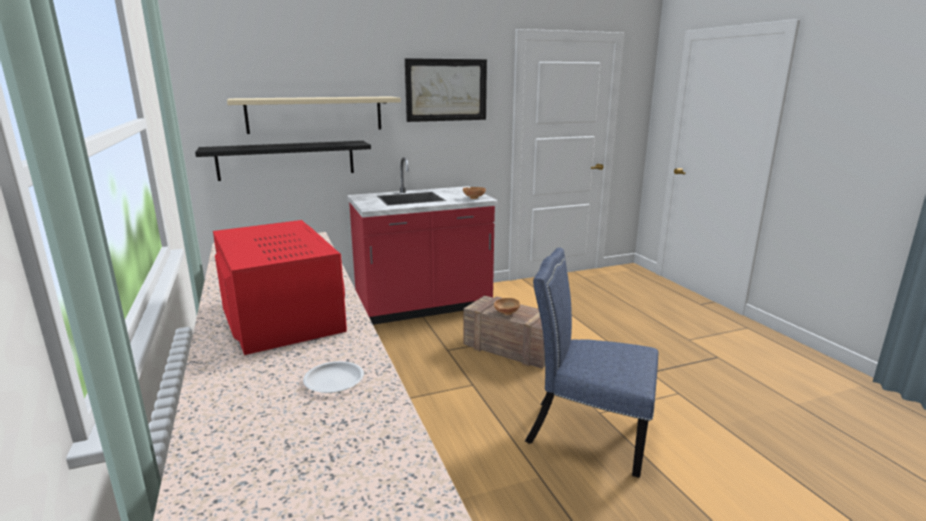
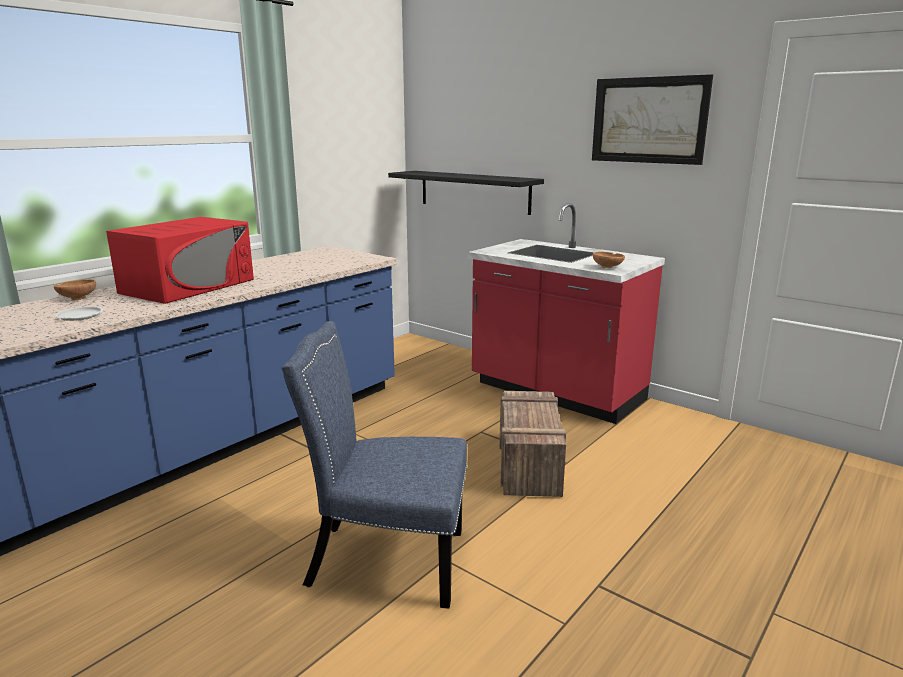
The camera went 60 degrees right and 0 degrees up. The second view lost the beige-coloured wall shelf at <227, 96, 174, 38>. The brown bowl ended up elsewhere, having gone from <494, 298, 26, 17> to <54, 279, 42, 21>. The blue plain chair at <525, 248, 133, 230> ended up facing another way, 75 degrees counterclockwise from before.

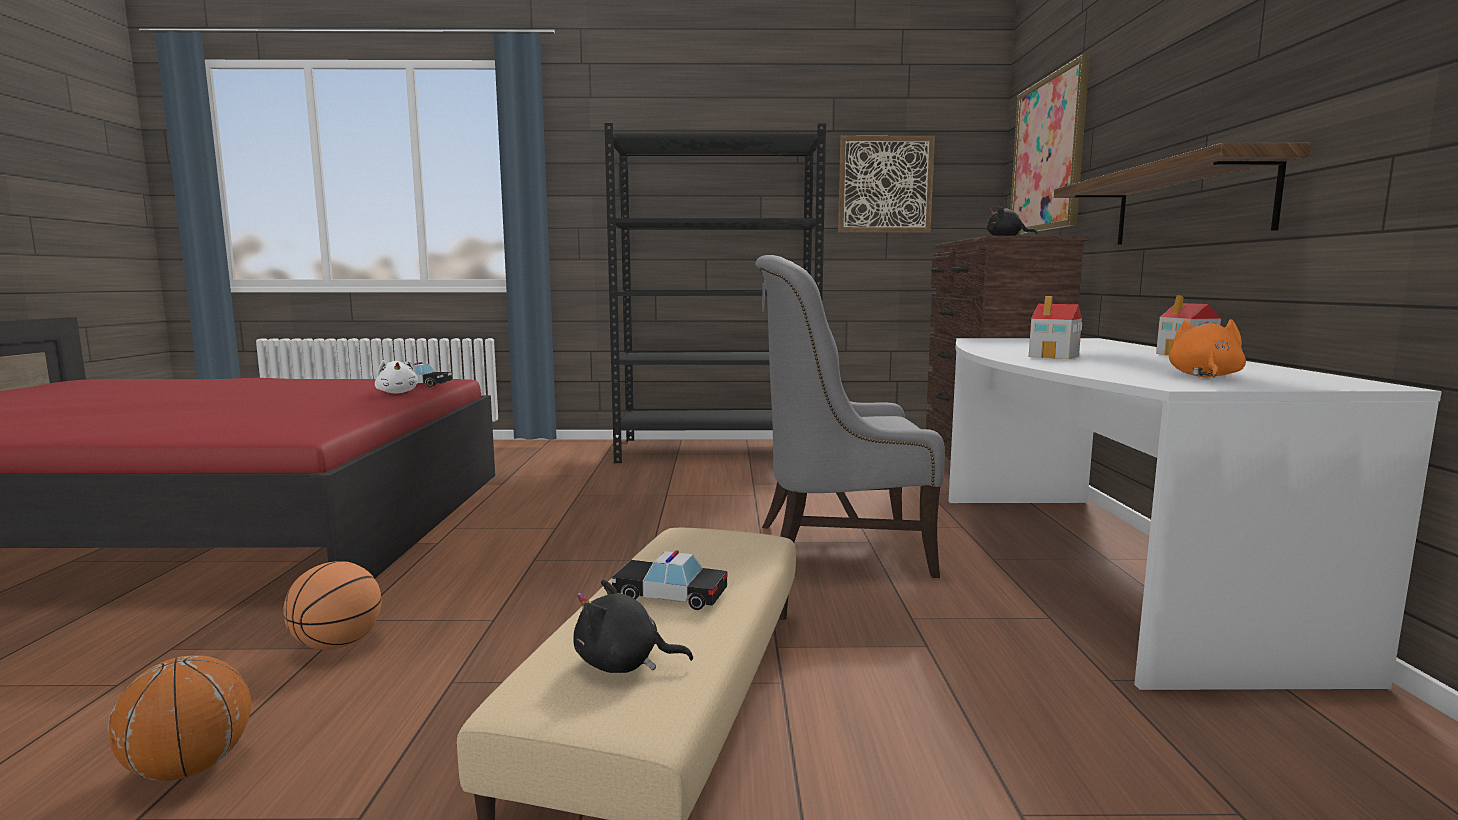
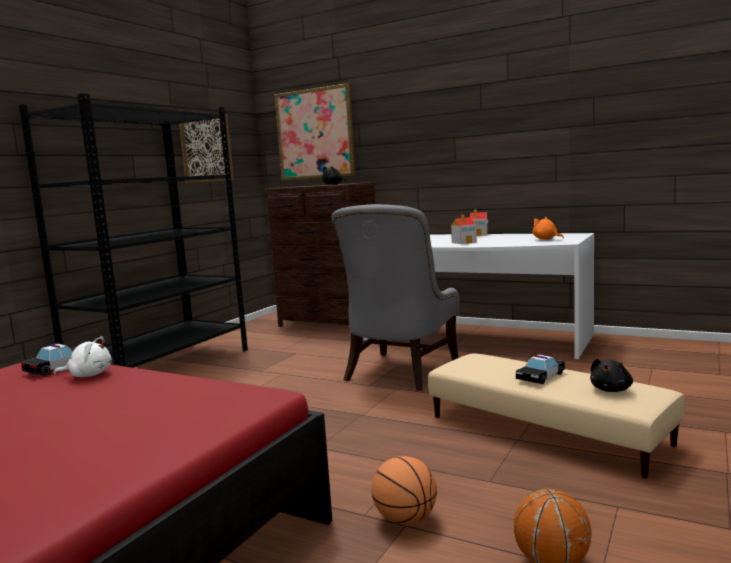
The camera went 60 degrees left and 0 degrees up. The second view lost the wall shelf at <1054, 143, 257, 102>.

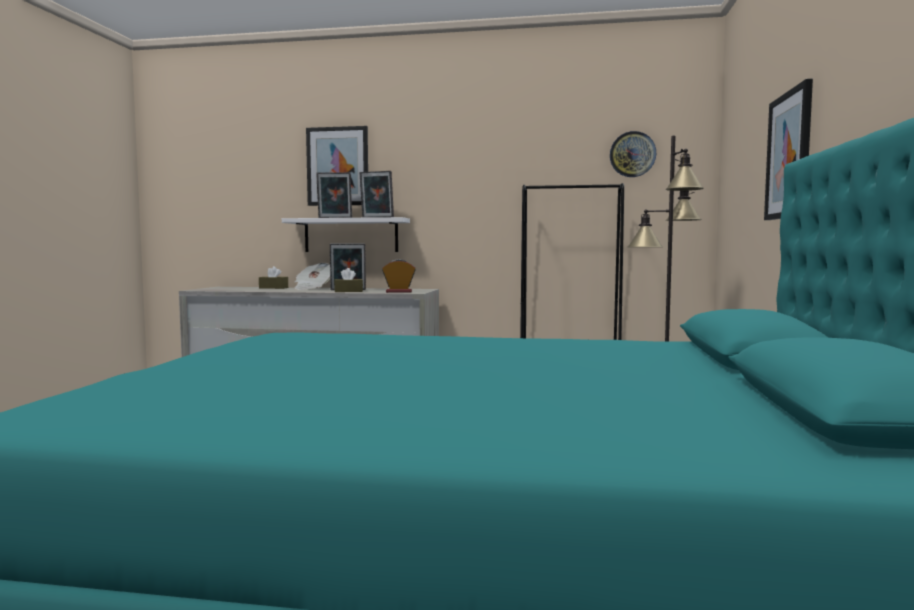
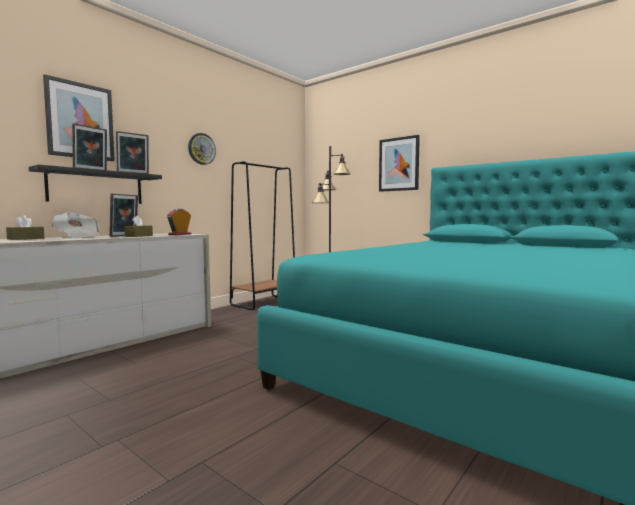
The camera went 60 degrees left and 0 degrees up. The wall clock ended up elsewhere, having gone from <610, 131, 46, 46> to <188, 133, 28, 32>. What was the whitish wall shelf at <282, 217, 128, 35> turned into the blackish wall shelf at <29, 164, 133, 40>.

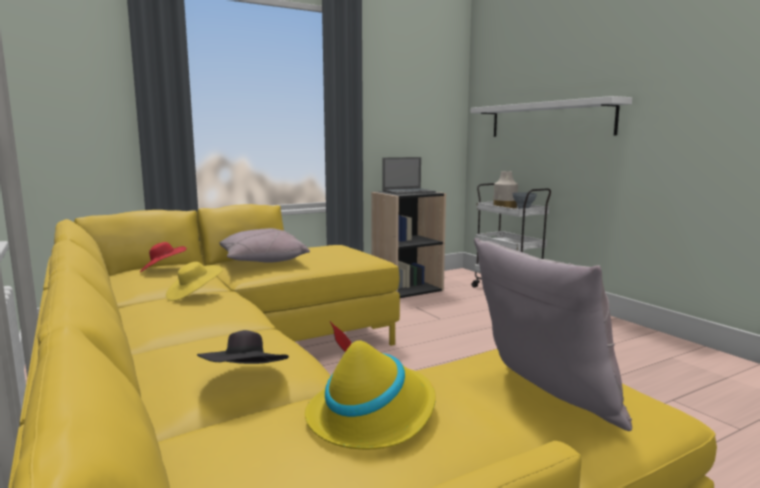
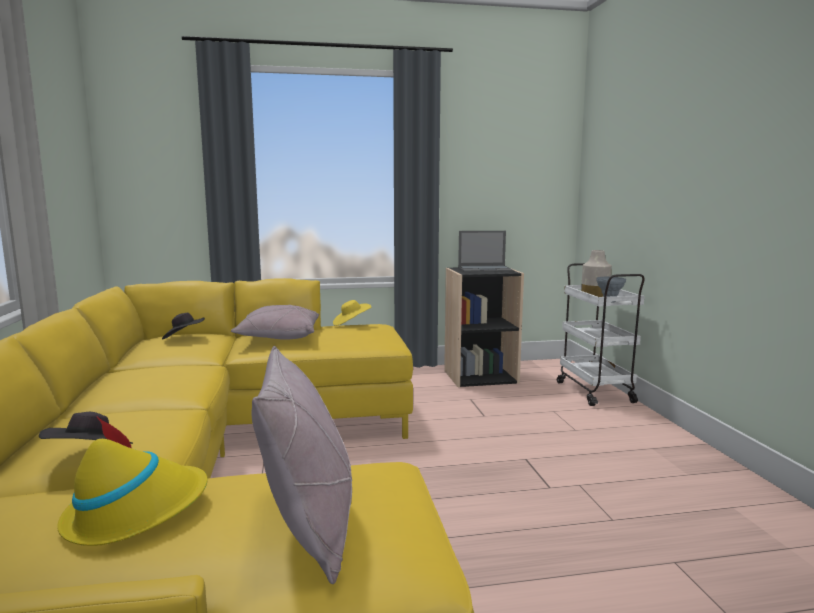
The camera went 20 degrees right and 0 degrees up. The second view lost the whitish wall shelf at <471, 96, 161, 41>. The yellow hat ended up elsewhere, having gone from <166, 262, 57, 39> to <333, 300, 38, 26>. What was the red hat at <140, 242, 47, 30> turned into the blackish hat at <162, 313, 43, 26>.

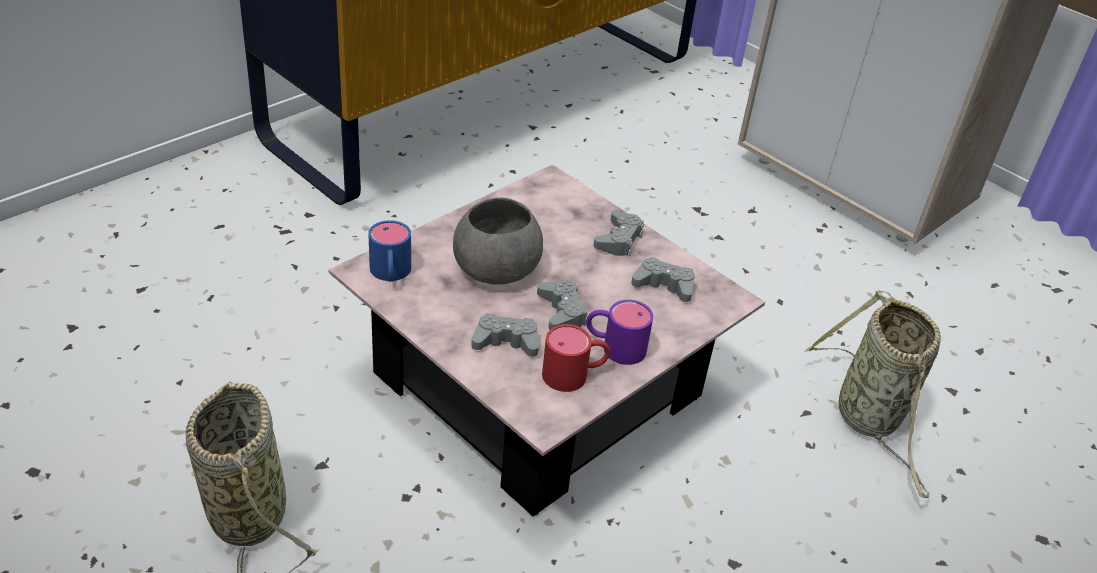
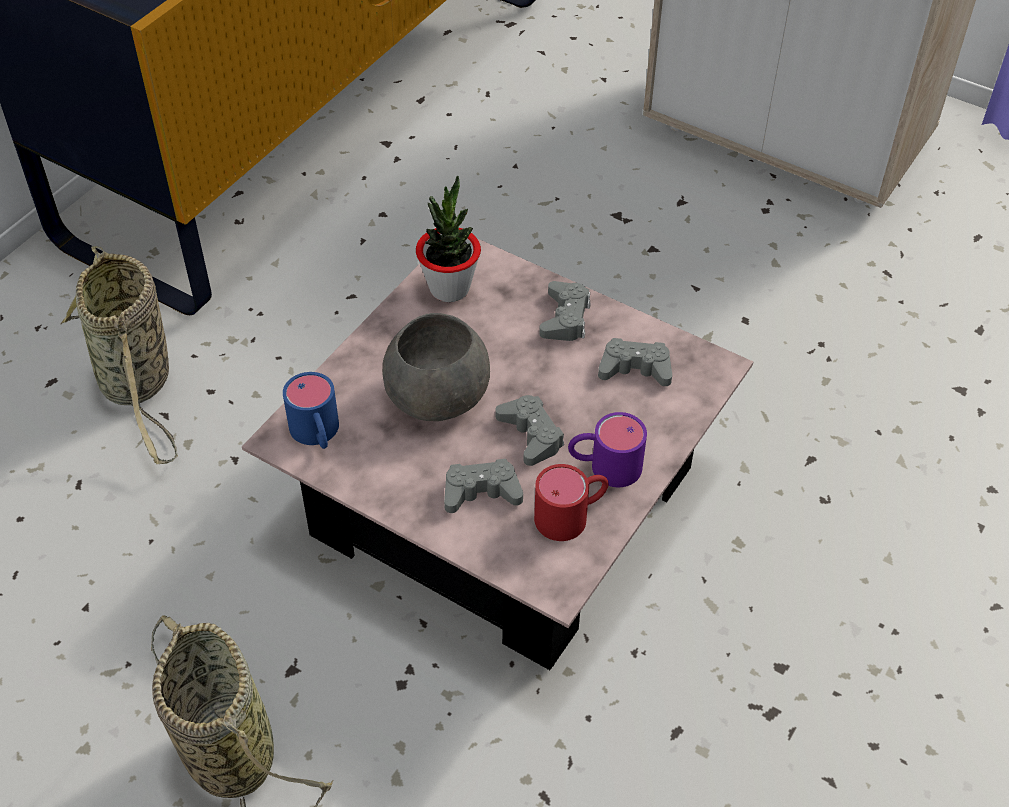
The camera went 10 degrees left and 10 degrees up. The second view gained the houseplant at <416, 176, 65, 126>. The storage basket ended up elsewhere, having gone from <804, 290, 136, 208> to <60, 246, 118, 218>.

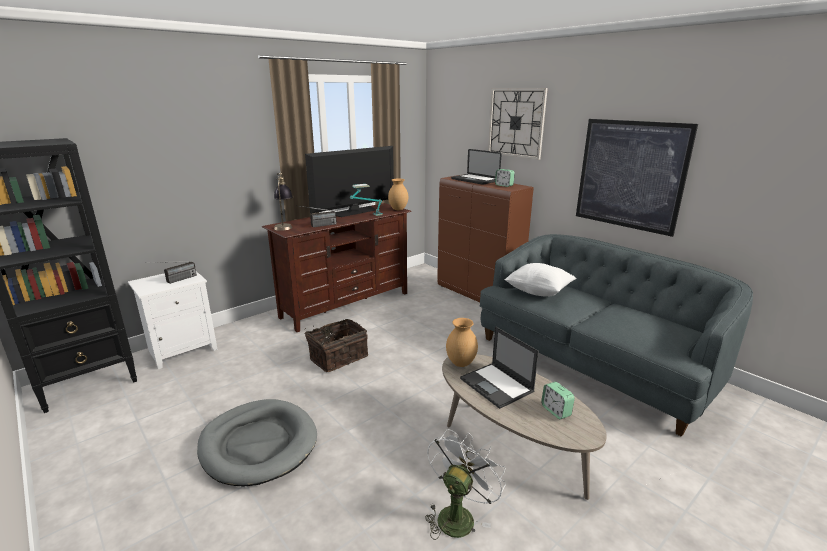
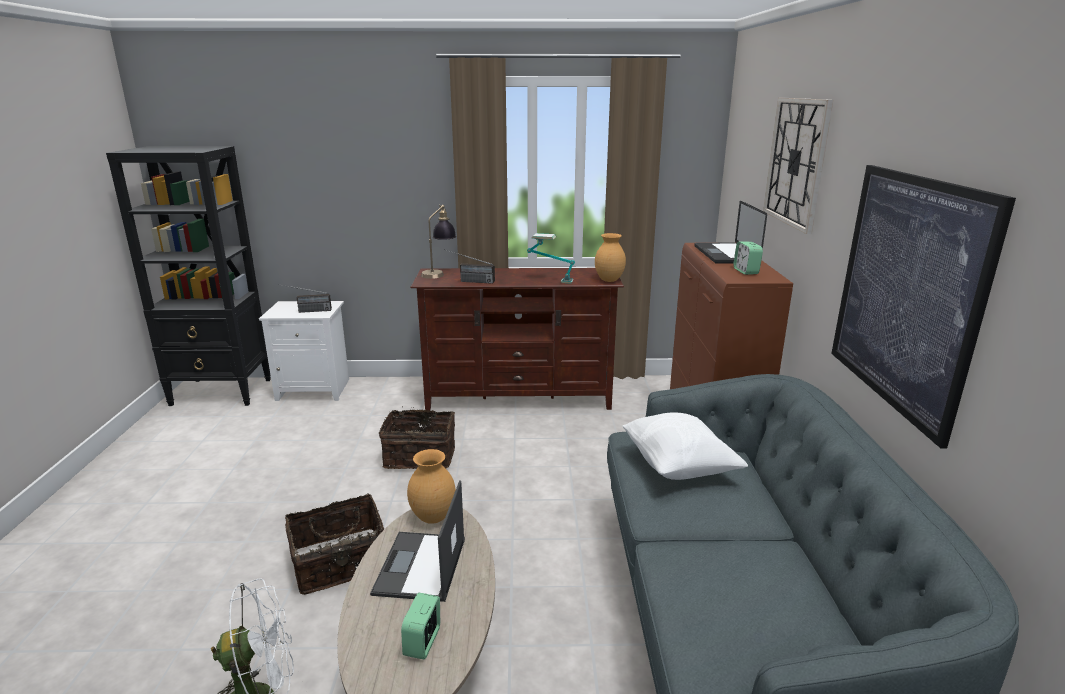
The camera went 40 degrees right and 0 degrees up. The second view lost the grey dog bed at <197, 399, 120, 88>. The second view lost the TV at <305, 146, 89, 71>. The second view gained the storage basket at <285, 494, 99, 101>.

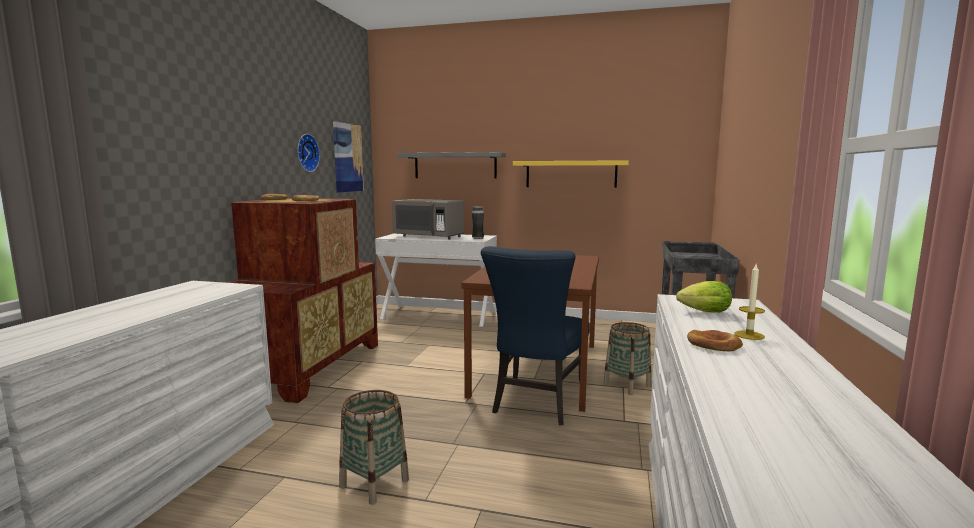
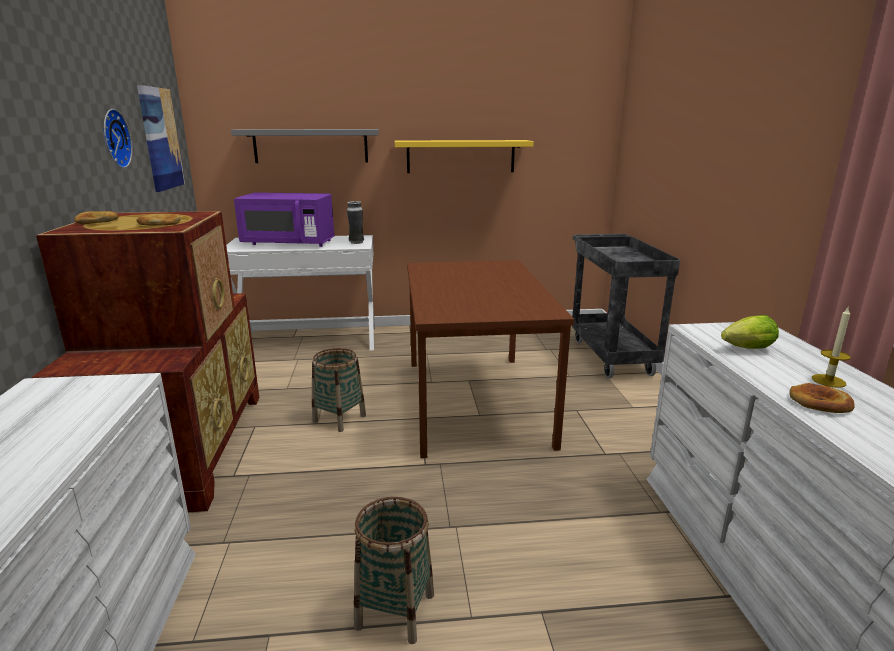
The camera went 20 degrees left and 10 degrees up. The second view lost the blue plain chair at <480, 246, 110, 179>. The storage basket ended up elsewhere, having gone from <603, 322, 48, 73> to <312, 348, 54, 84>. What was the grey kitchen microwave at <392, 199, 73, 40> turned into the purple-coloured kitchen microwave at <234, 192, 101, 55>.

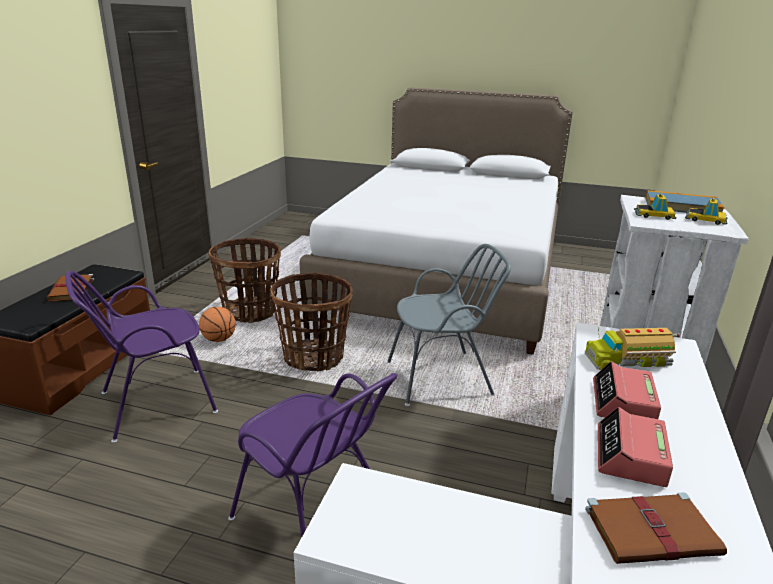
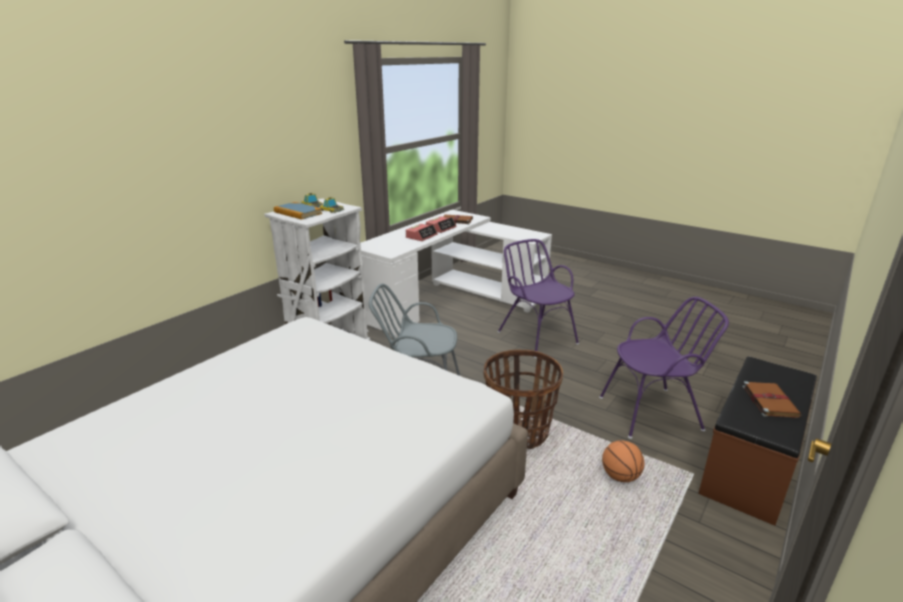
The camera went 160 degrees left and 0 degrees up. The second view lost the storage basket at <209, 238, 72, 85>. The second view lost the toy truck at <585, 328, 95, 42>.

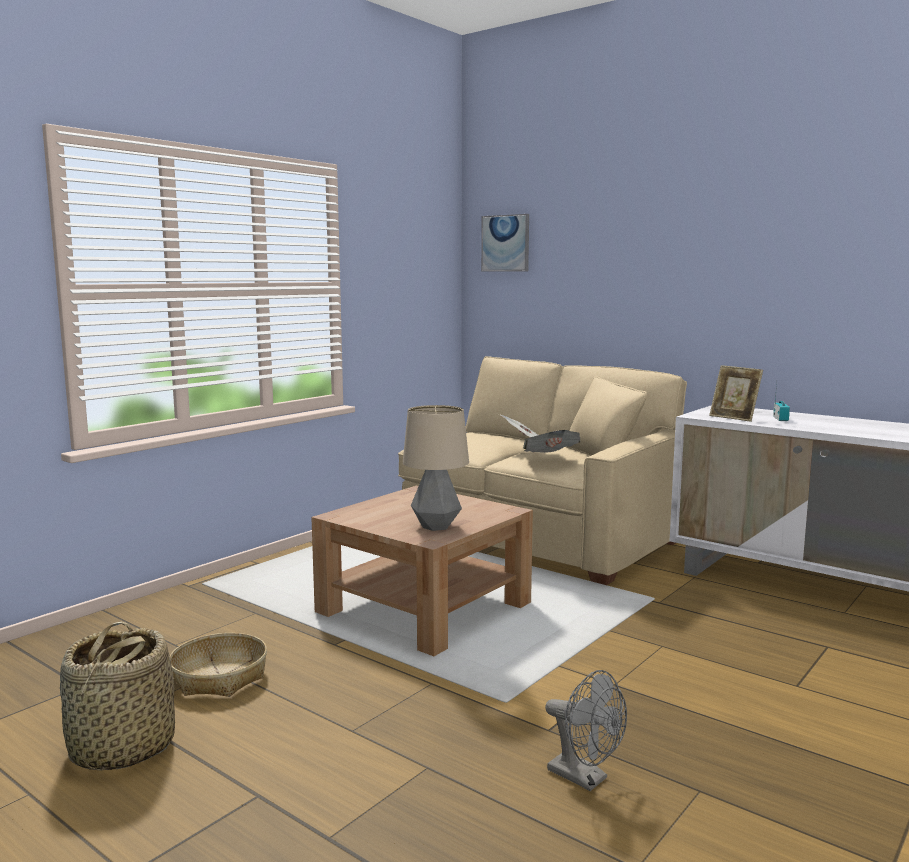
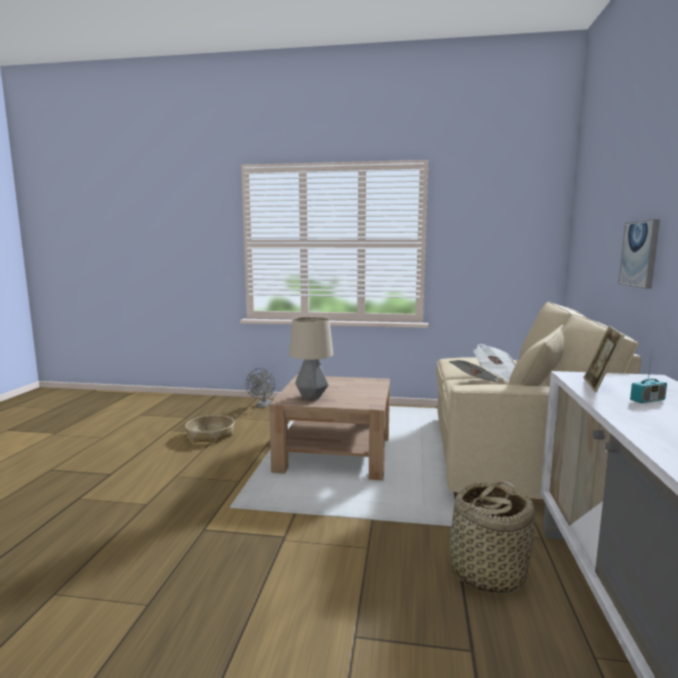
The camera went 60 degrees right and 0 degrees up. The storage basket ended up elsewhere, having gone from <60, 621, 115, 150> to <443, 482, 92, 111>. The wall picture ended up elsewhere, having gone from <481, 214, 48, 58> to <618, 219, 42, 70>. The grey electric fan ended up elsewhere, having gone from <545, 670, 82, 121> to <246, 368, 29, 40>.

